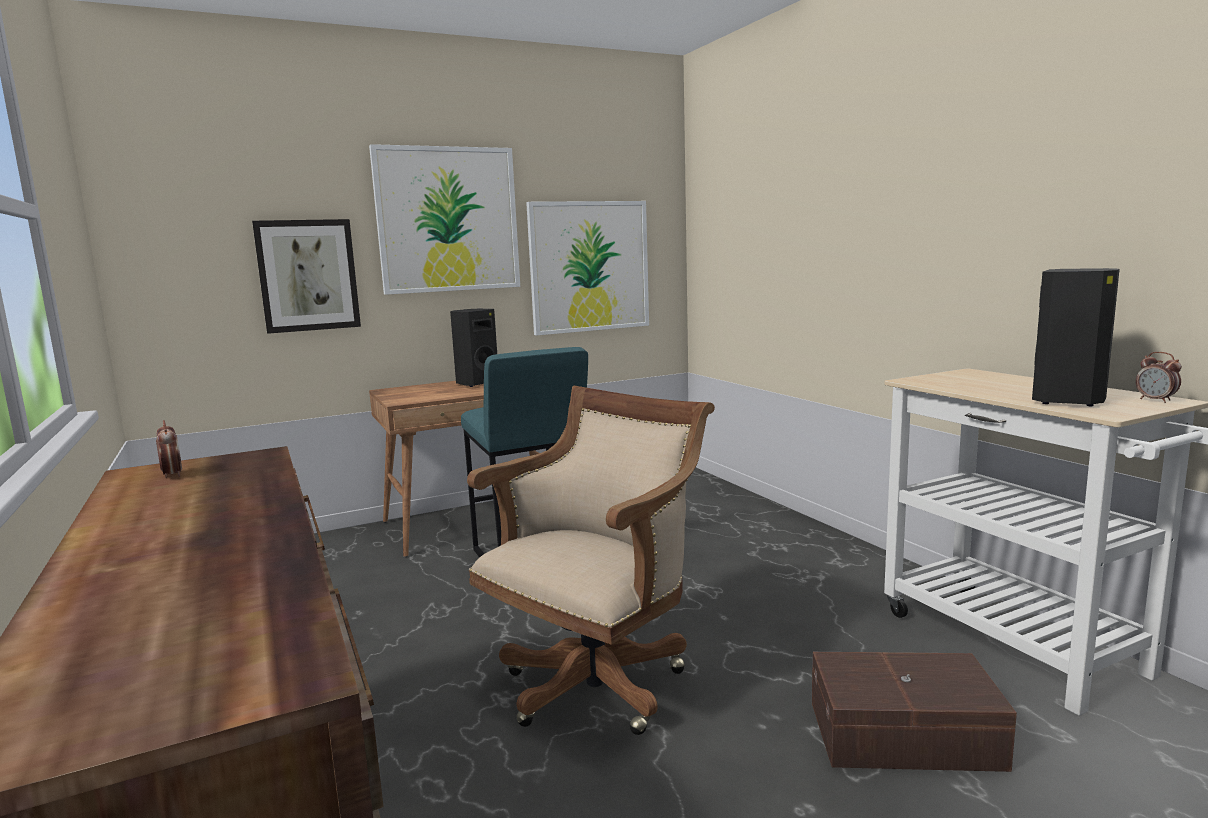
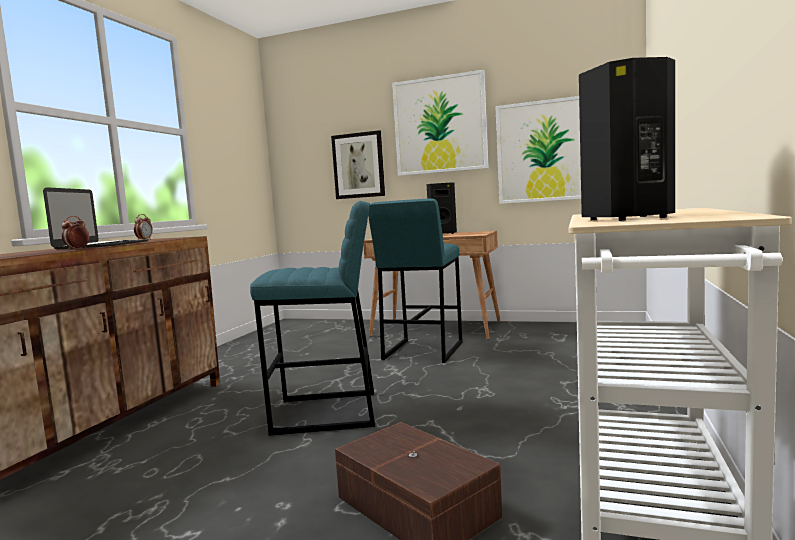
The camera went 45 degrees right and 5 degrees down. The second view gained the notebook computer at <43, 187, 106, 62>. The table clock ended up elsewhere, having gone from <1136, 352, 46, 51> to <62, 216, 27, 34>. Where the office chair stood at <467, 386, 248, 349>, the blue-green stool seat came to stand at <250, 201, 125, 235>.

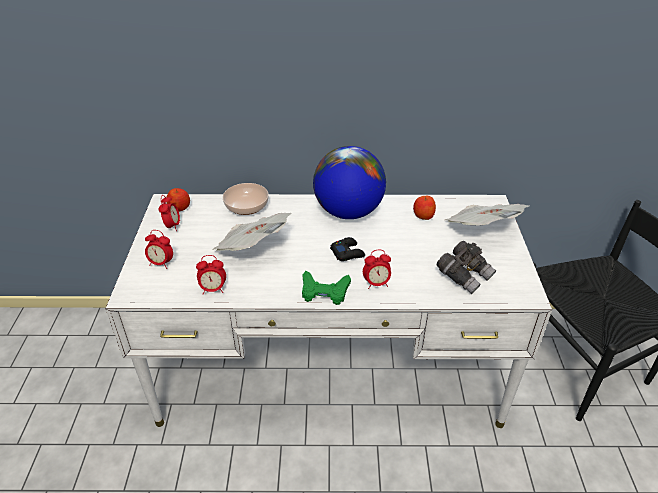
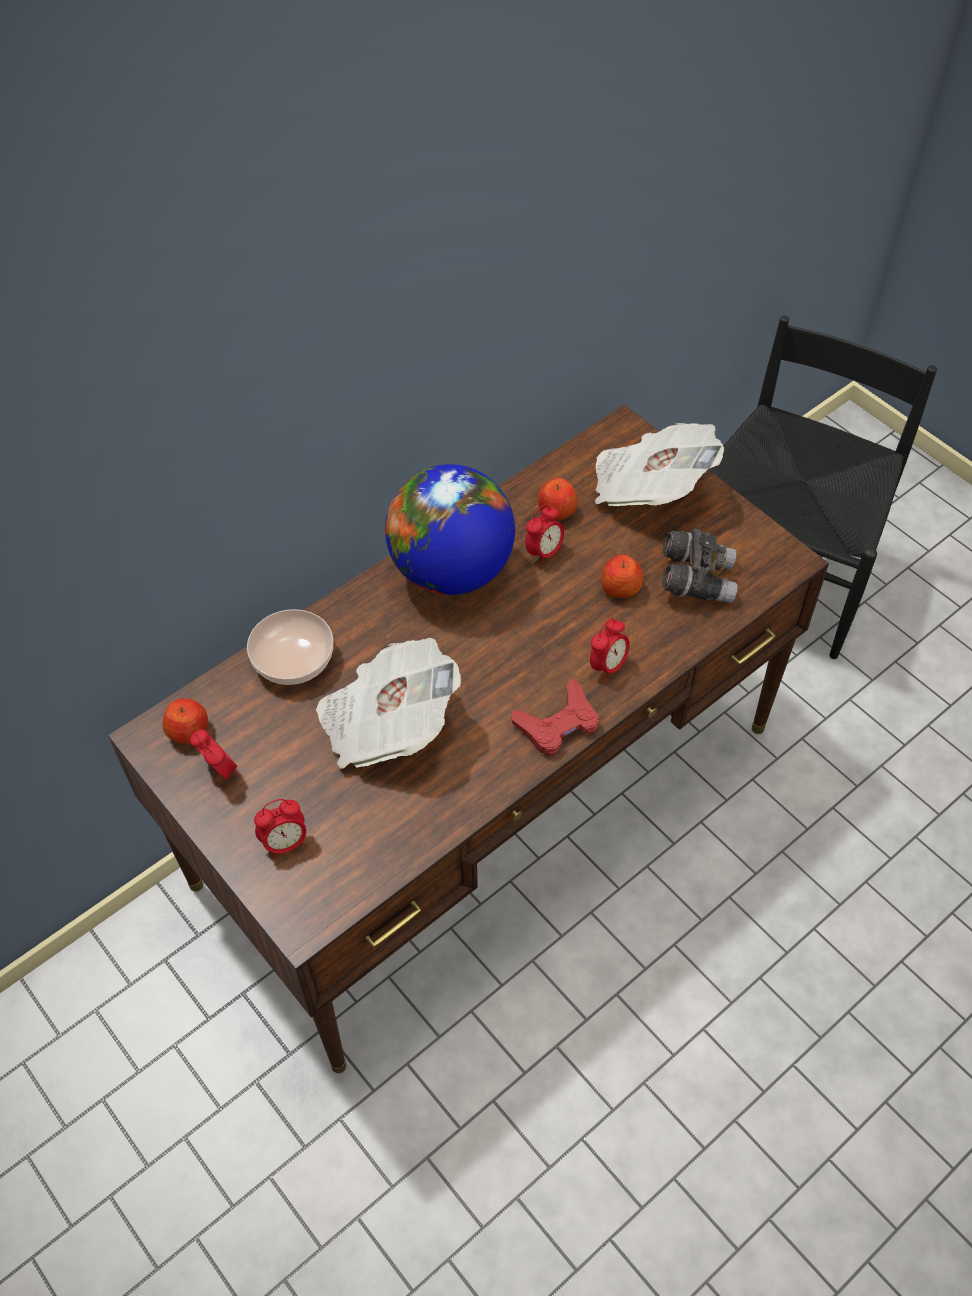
The camera went 40 degrees left and 15 degrees up. The second view lost the blackish game controller at <330, 237, 35, 24>. The second view gained the apple fruit at <601, 555, 42, 43>. The table clock ended up elsewhere, having gone from <196, 255, 30, 39> to <525, 504, 39, 62>. What was the whitish desk unit at <106, 194, 446, 234> turned into the brown desk unit at <108, 405, 721, 668>. What was the greenish game controller at <302, 271, 49, 34> turned into the red game controller at <512, 679, 87, 76>.

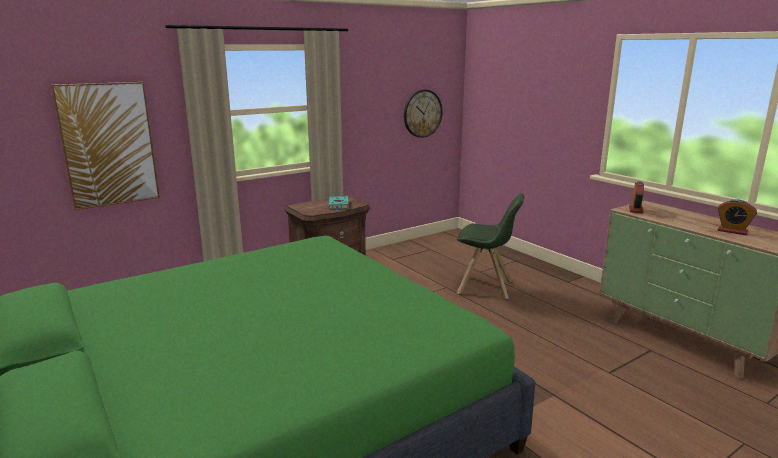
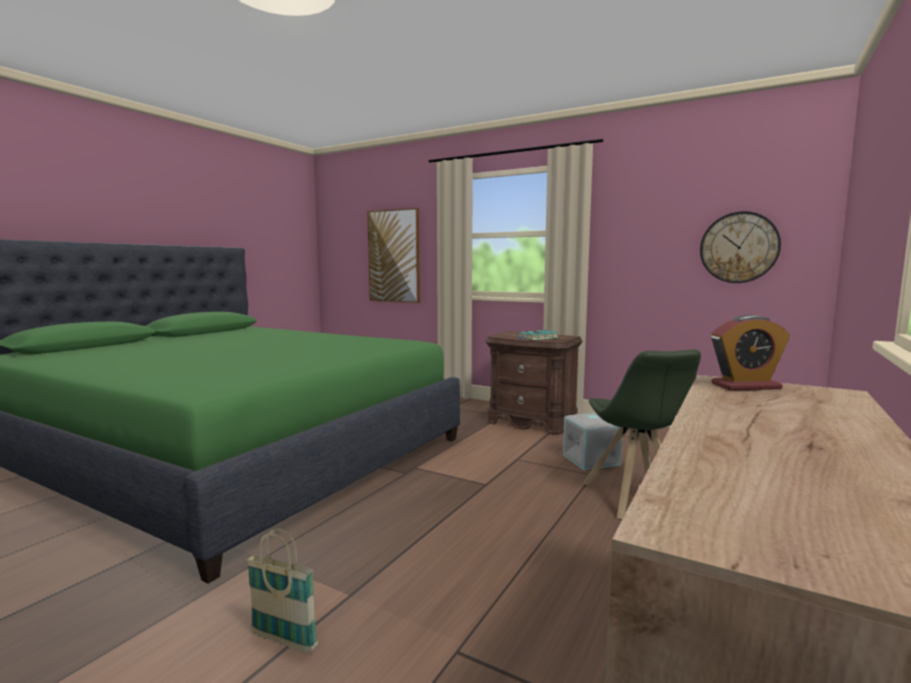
The camera went 65 degrees right and 10 degrees down. The second view lost the table clock at <718, 199, 39, 36>. The second view gained the storage basket at <246, 528, 72, 125>. The second view gained the grey storage container at <563, 413, 59, 57>.

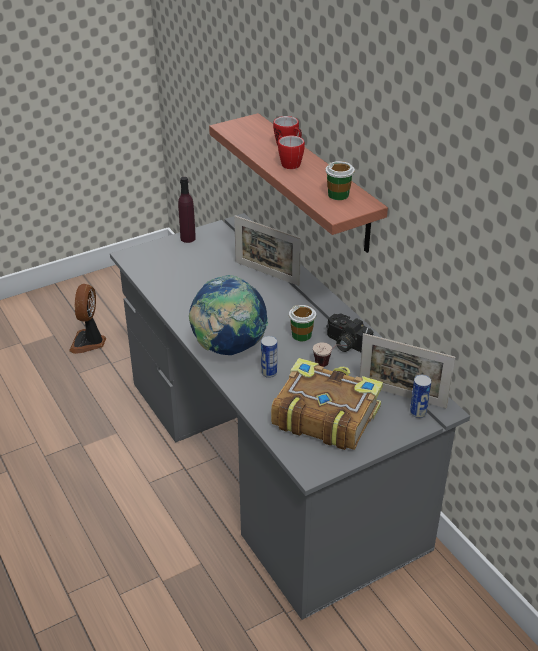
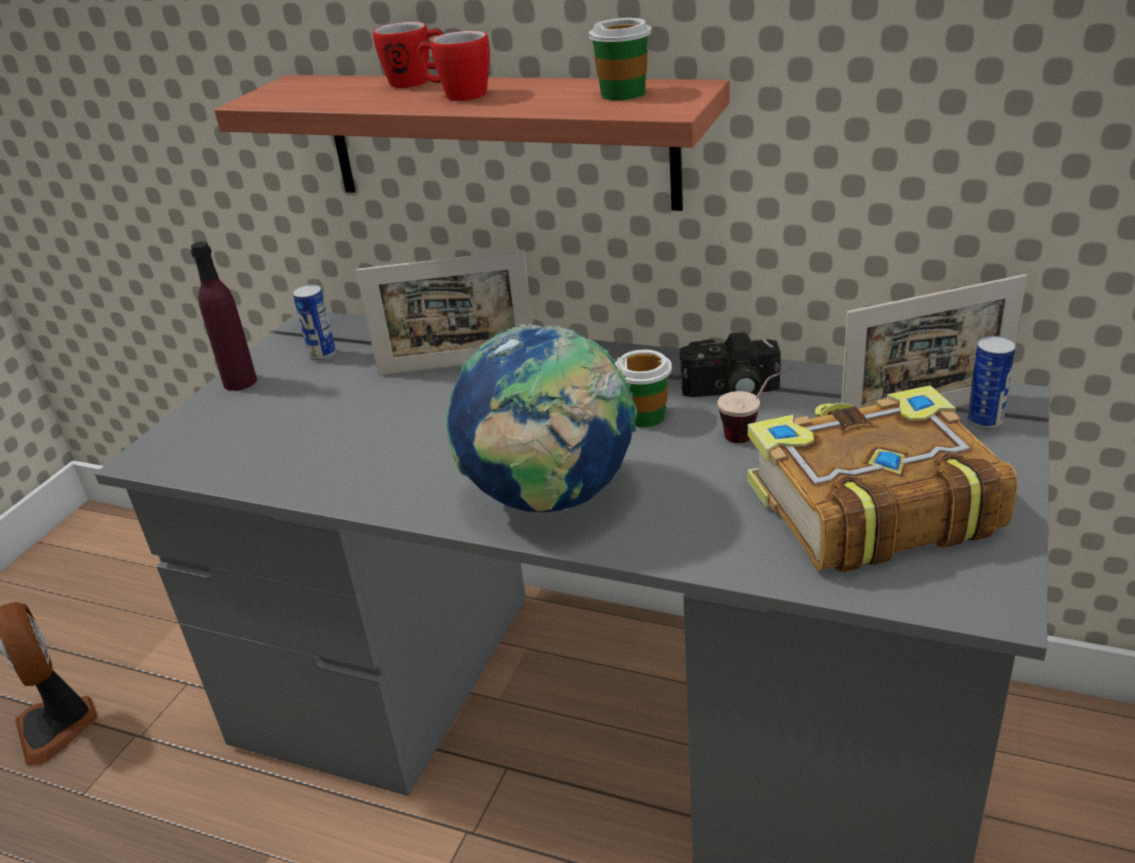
The camera went 35 degrees left and 5 degrees down. The can ended up elsewhere, having gone from <261, 336, 16, 42> to <293, 284, 43, 77>.

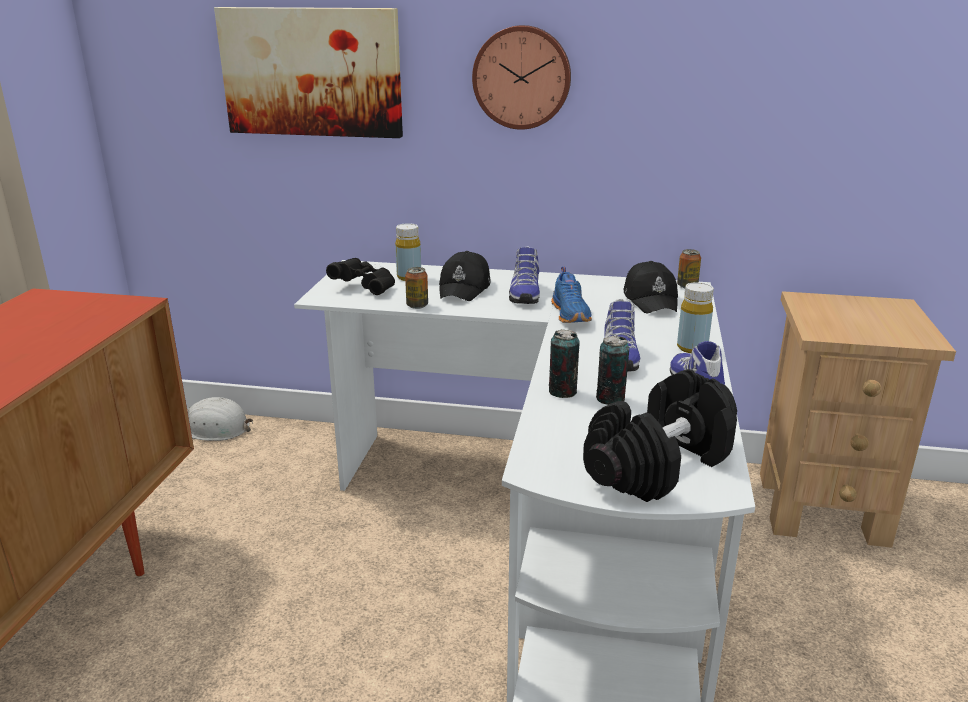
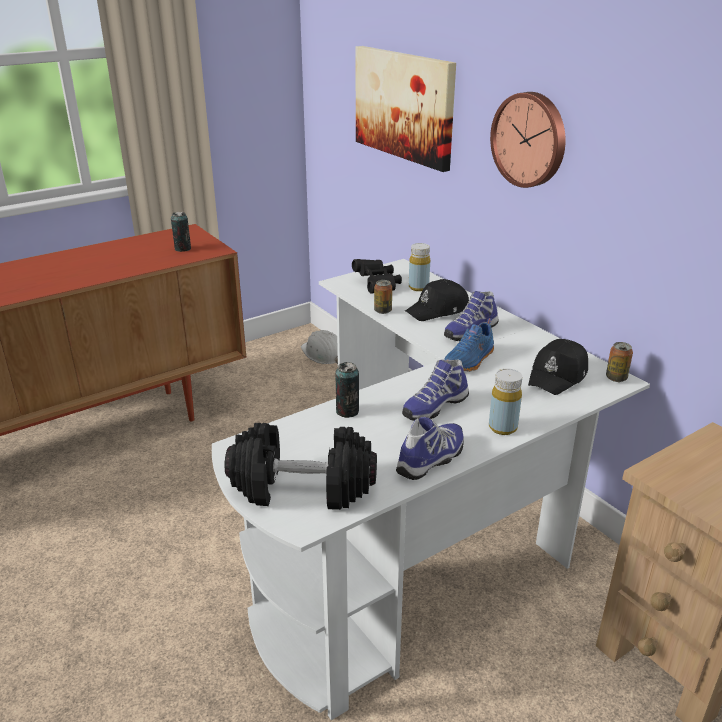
The camera went 45 degrees right and 5 degrees up. The can ended up elsewhere, having gone from <596, 336, 33, 69> to <171, 212, 20, 40>.

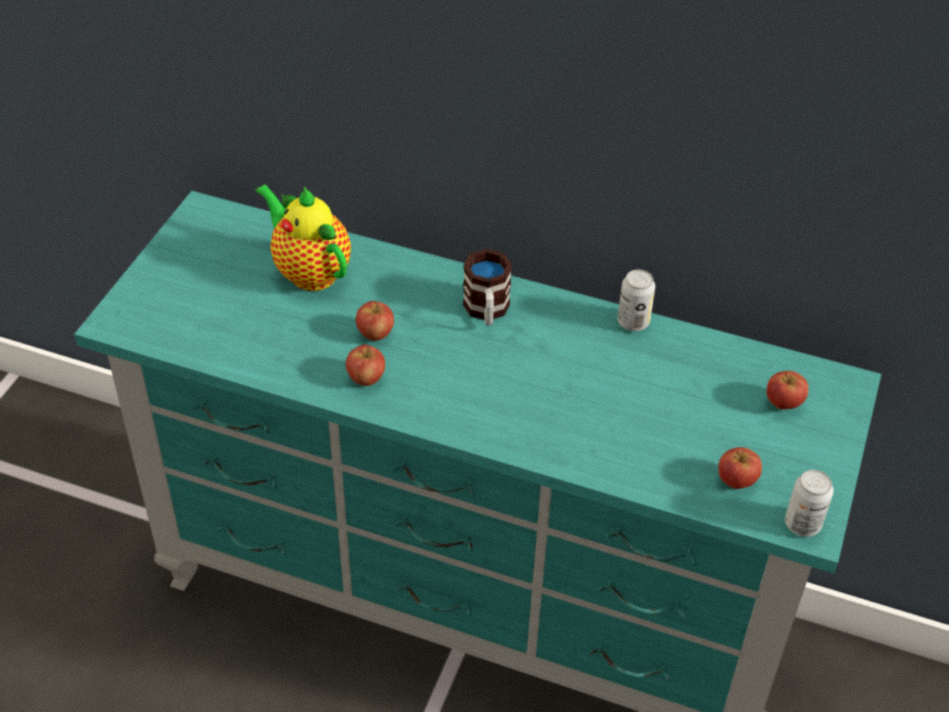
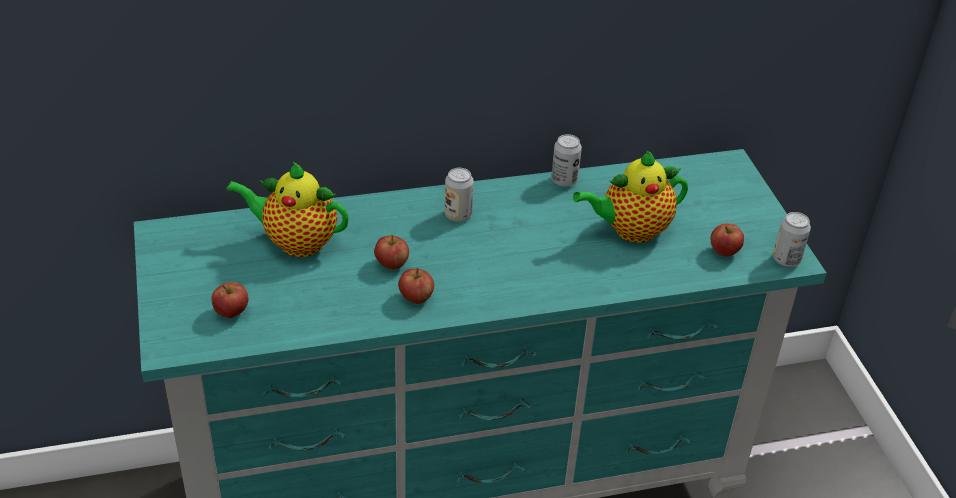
The camera went 35 degrees left and 5 degrees down. The second view gained the teapot at <573, 150, 115, 93>. The apple fruit ended up elsewhere, having gone from <767, 371, 42, 39> to <211, 282, 38, 36>. Where the mug stood at <463, 249, 49, 77>, the can came to stand at <444, 168, 30, 54>.

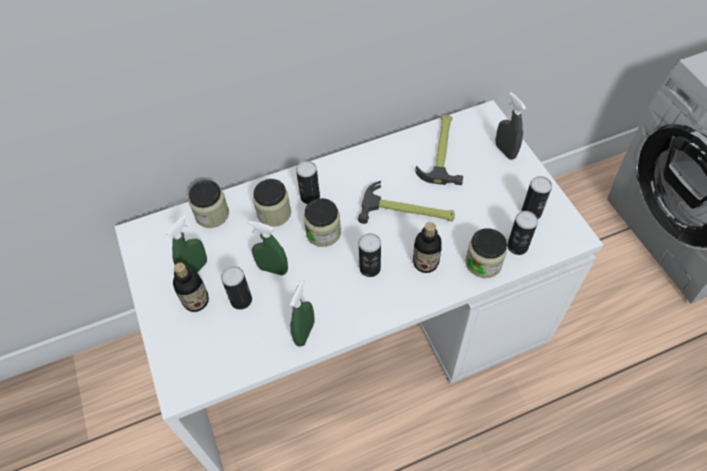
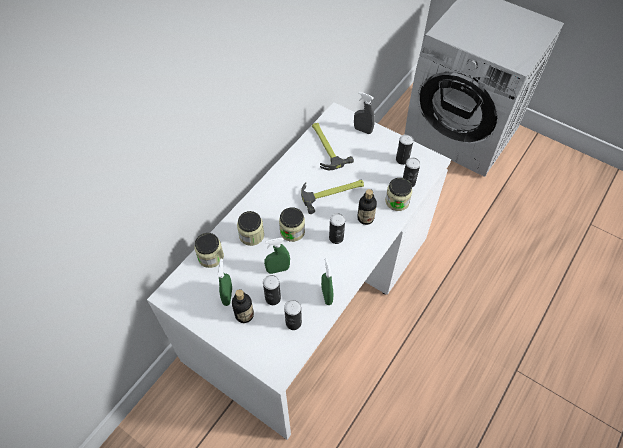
The camera went 35 degrees left and 0 degrees up. The can ended up elsewhere, having gone from <296, 161, 24, 43> to <284, 300, 18, 30>.

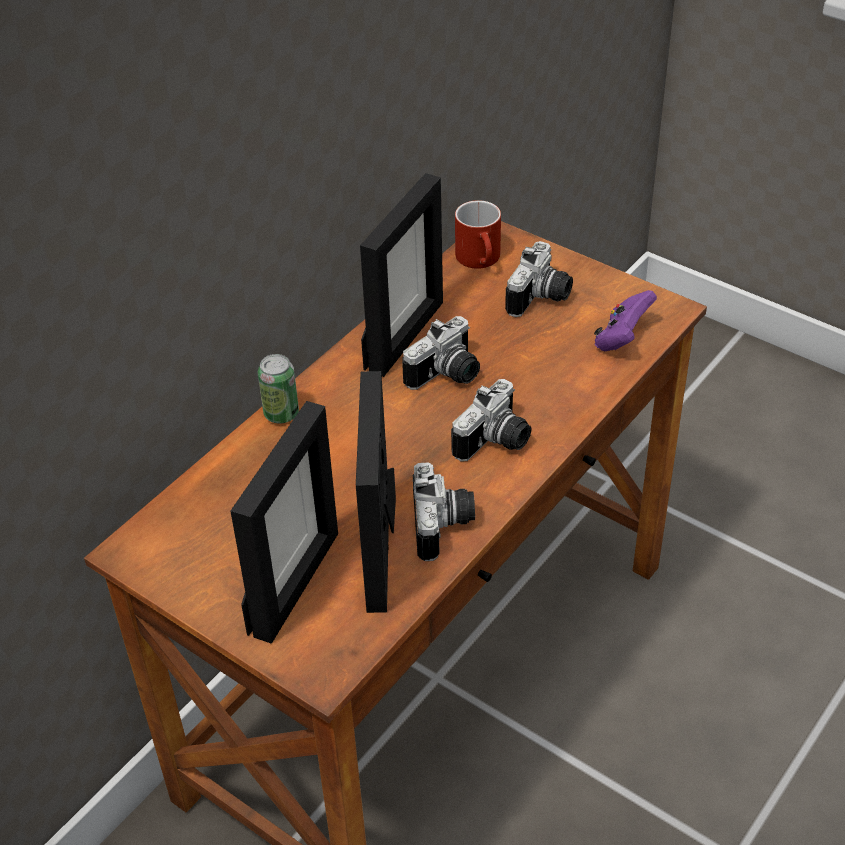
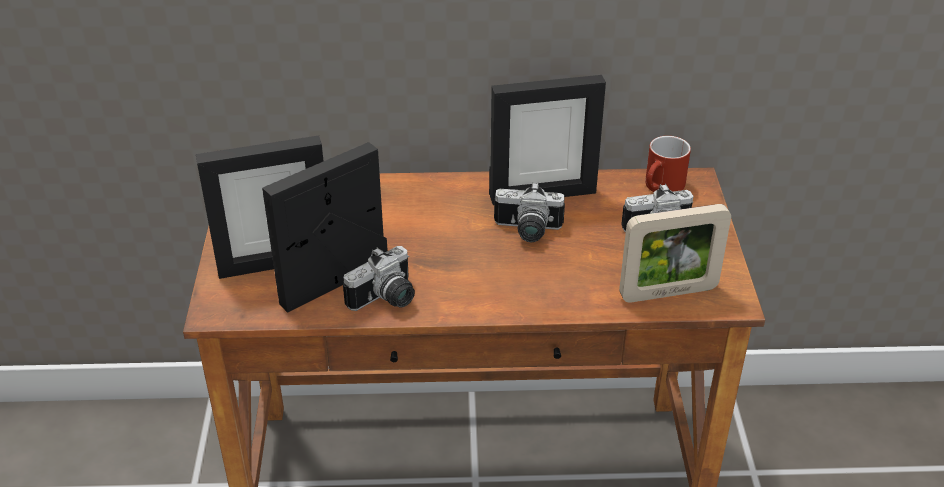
The camera went 50 degrees right and 5 degrees down. The second view lost the can at <258, 354, 41, 70>. The second view lost the photo camera at <451, 379, 80, 83>. Where the purple-coloured game controller stood at <594, 290, 63, 61>, the standing frame came to stand at <619, 204, 112, 99>.

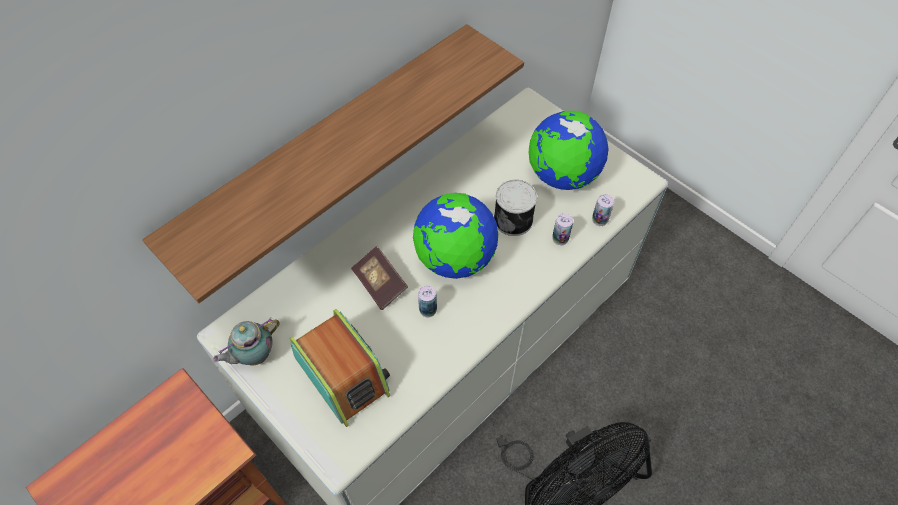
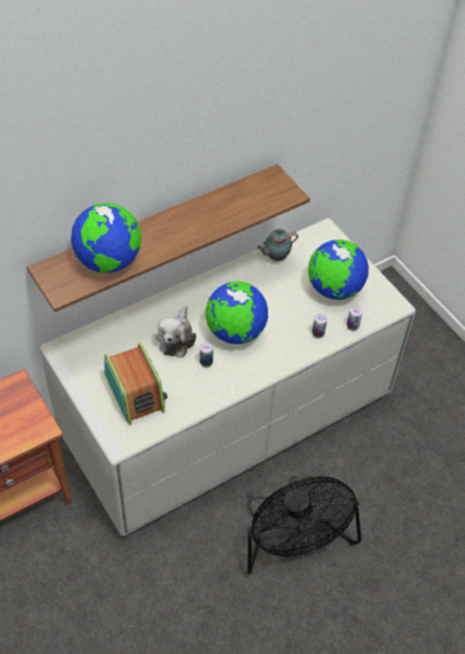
The camera went 10 degrees right and 5 degrees down. The second view lost the can at <494, 180, 43, 56>. The second view gained the world globe at <71, 203, 71, 70>. The teapot ended up elsewhere, having gone from <213, 318, 67, 47> to <257, 229, 41, 32>. Where the volume stood at <351, 246, 57, 64>, the soft toy came to stand at <156, 306, 40, 52>.

